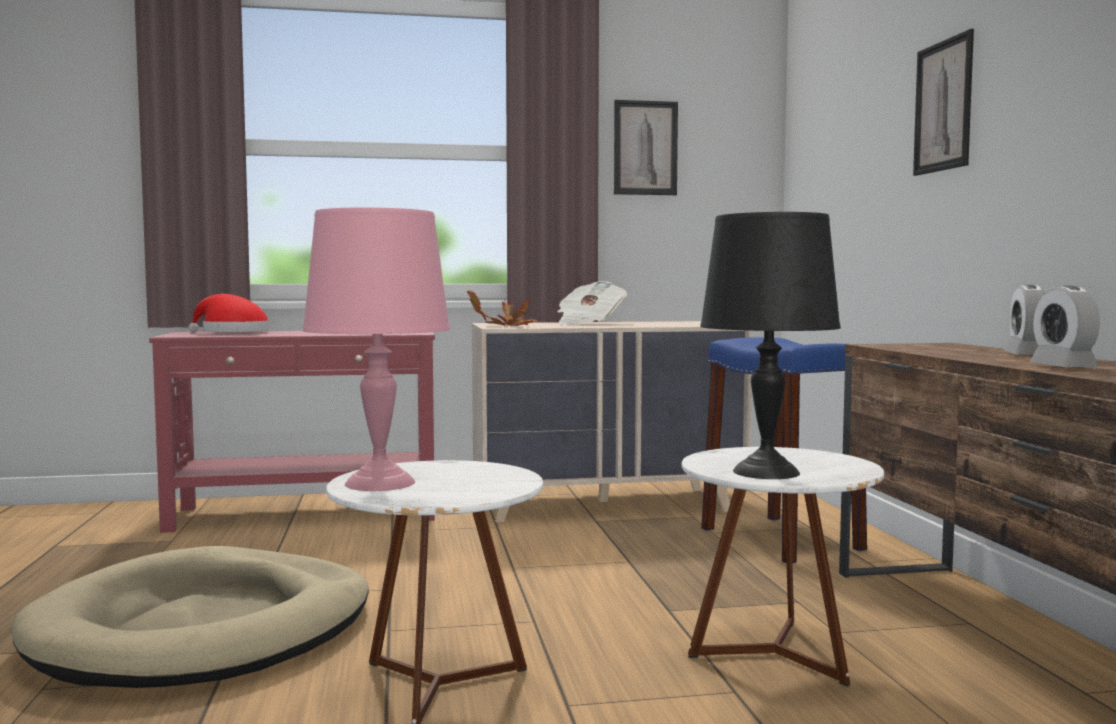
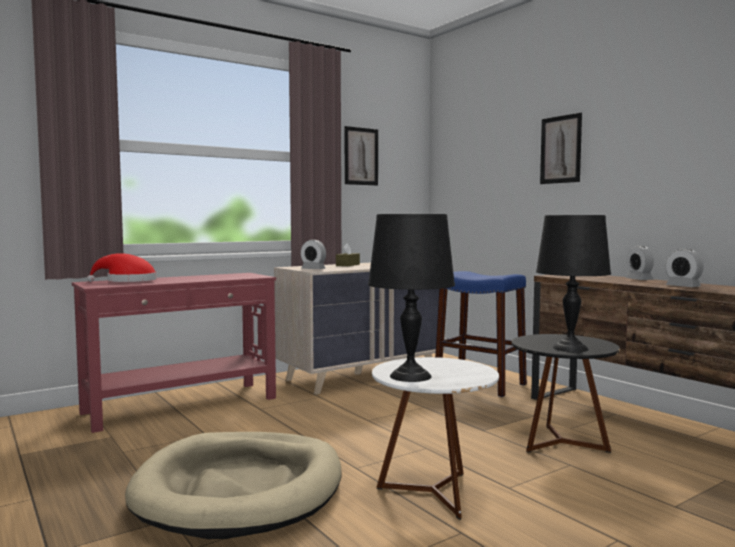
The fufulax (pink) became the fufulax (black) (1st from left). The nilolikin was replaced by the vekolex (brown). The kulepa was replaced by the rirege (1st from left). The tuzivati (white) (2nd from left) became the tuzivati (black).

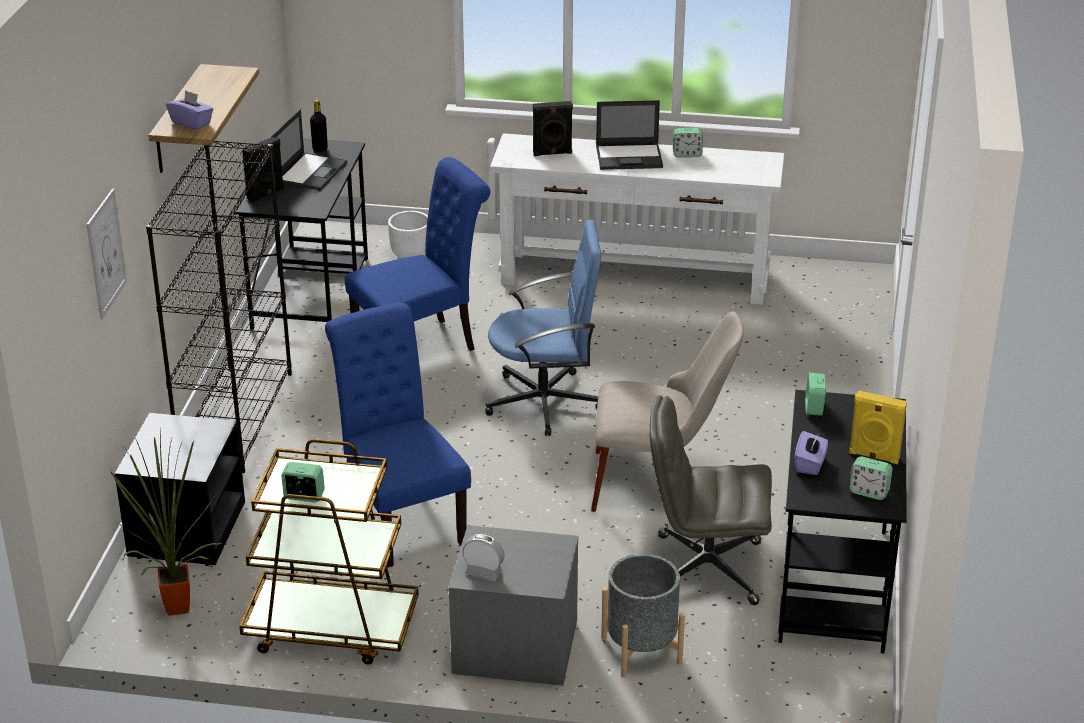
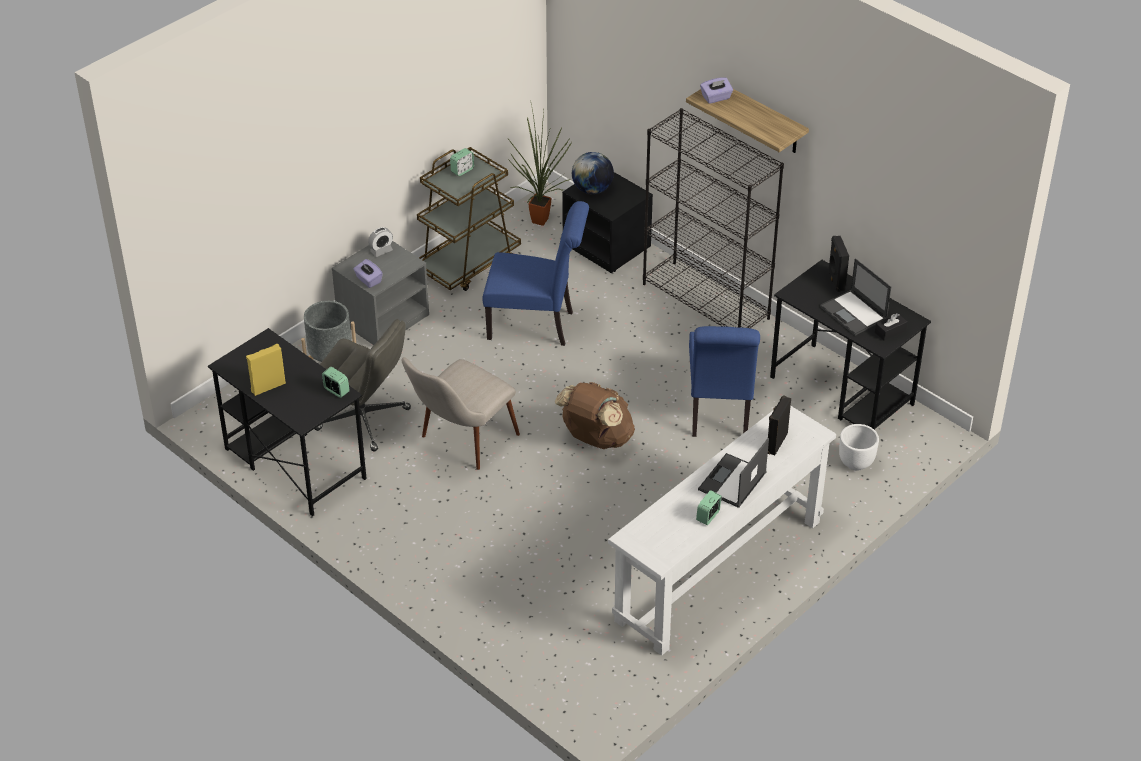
The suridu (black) was replaced by the vekolex (black). The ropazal disappeared. The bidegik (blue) was replaced by the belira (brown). The bidegik (grey) turned 75 degrees clockwise. The vekolex (purple) (2nd from left in the first image) moved. The rirege (5th from left) disappeared. The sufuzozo appeared.

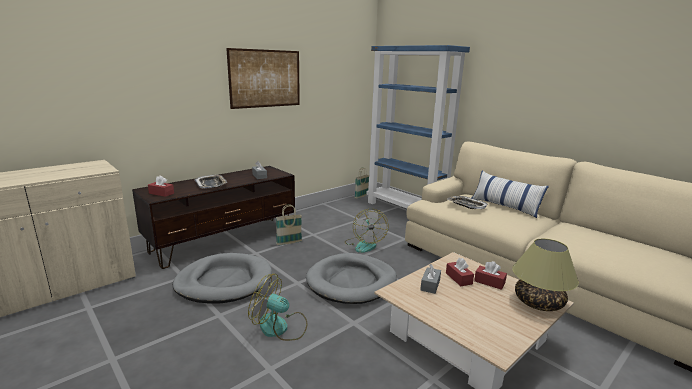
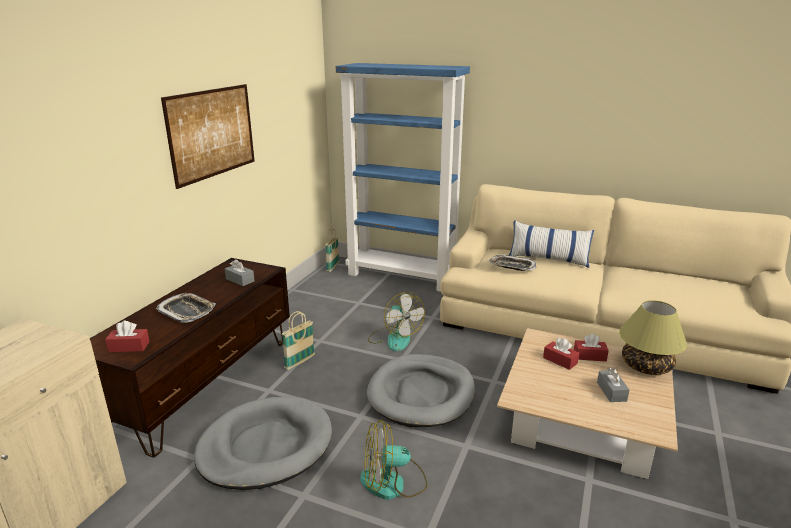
The vekolex (grey) (2nd from left) moved.

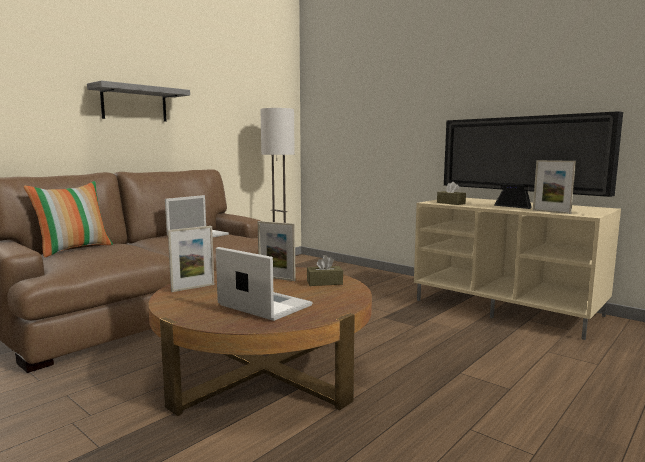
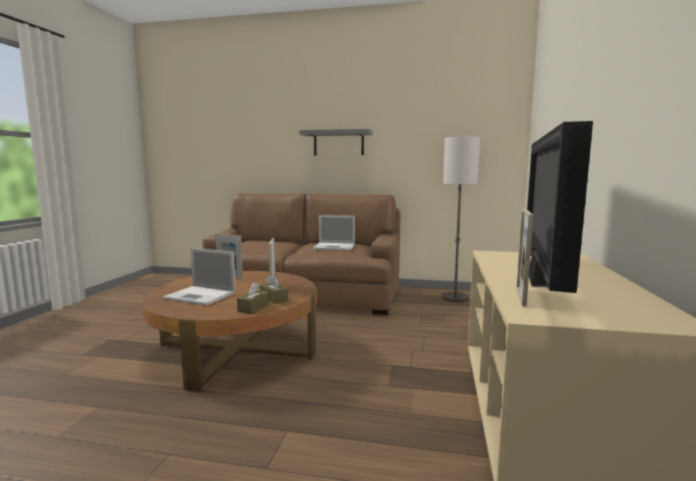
The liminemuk disappeared. The vekolex (brown) (2nd from left in the first image) moved. The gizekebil (2nd from left in the first image) turned 105 degrees clockwise.

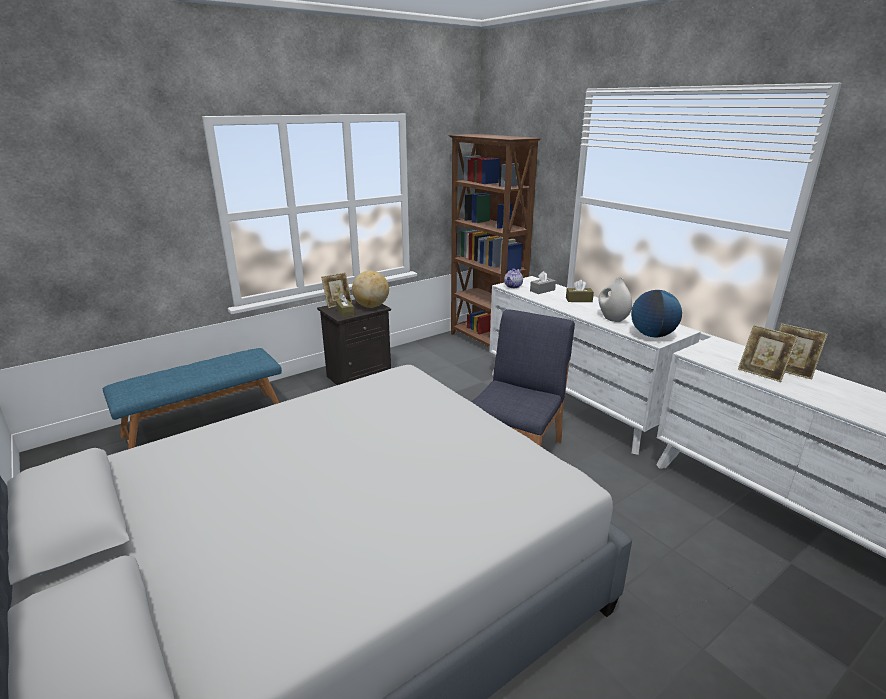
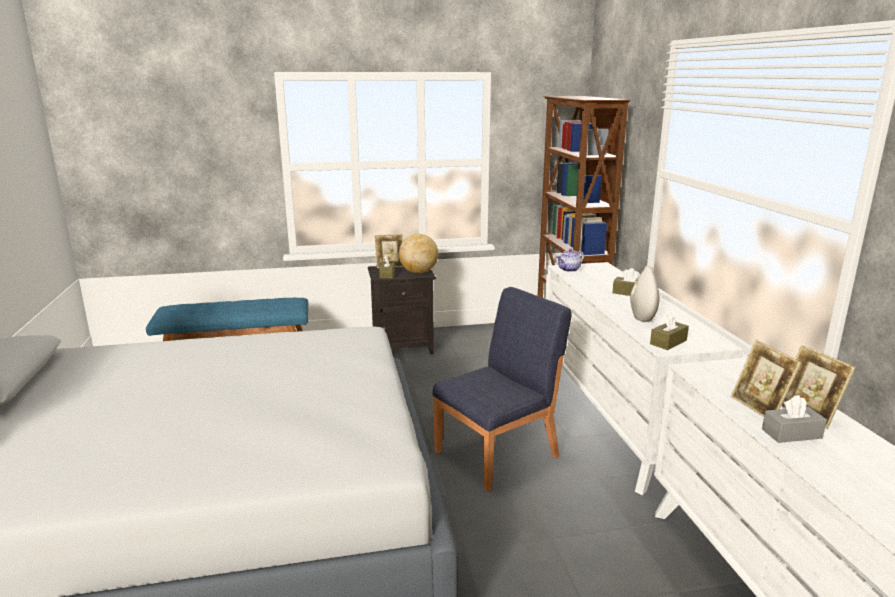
The vekolex (grey) moved. The sufuzozo (2nd from left) was replaced by the vekolex (brown) (3rd from left).

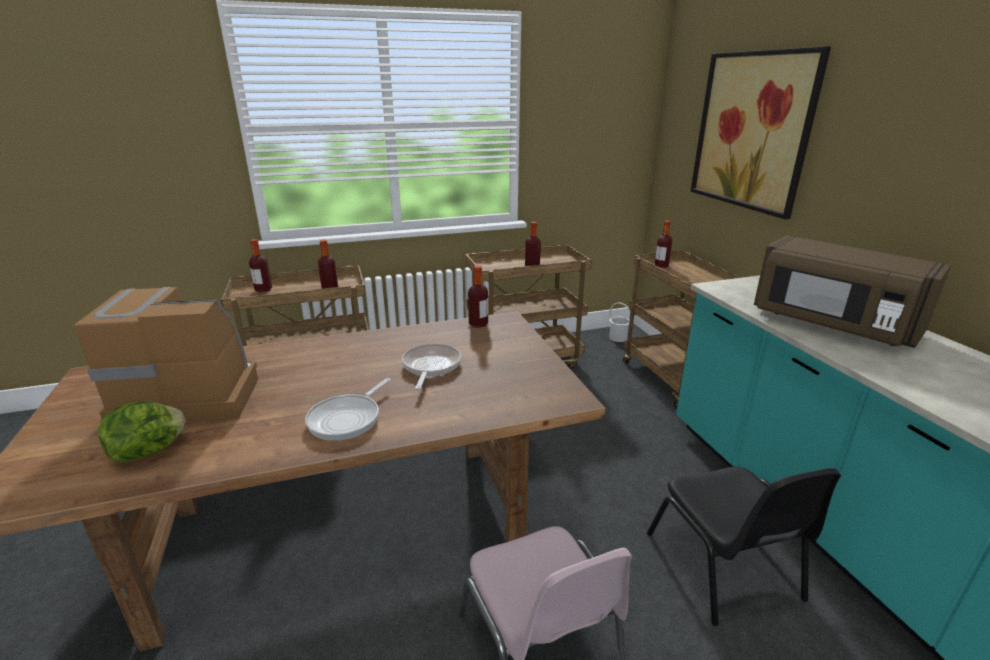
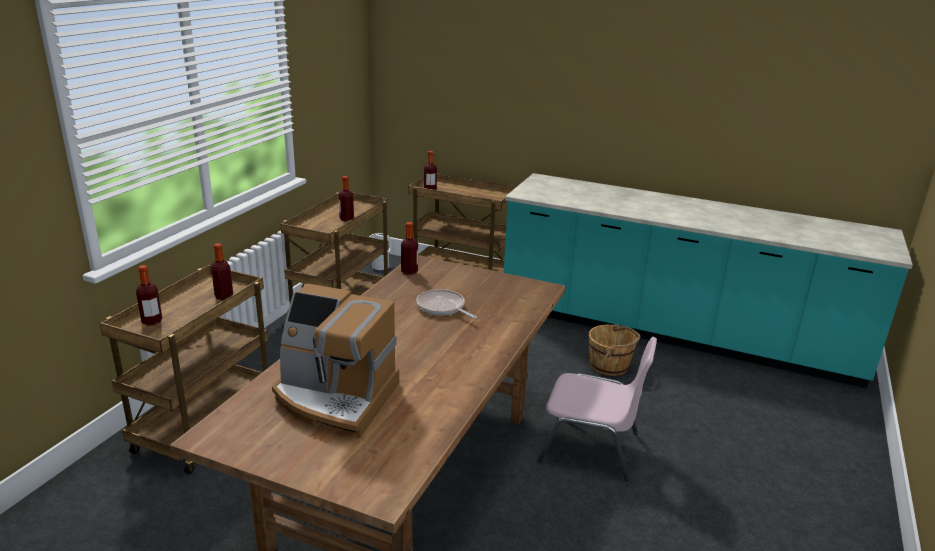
The ropazal disappeared. The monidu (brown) disappeared. The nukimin turned 105 degrees counterclockwise. The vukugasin (1st from left) disappeared. The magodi disappeared. The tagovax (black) was replaced by the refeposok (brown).

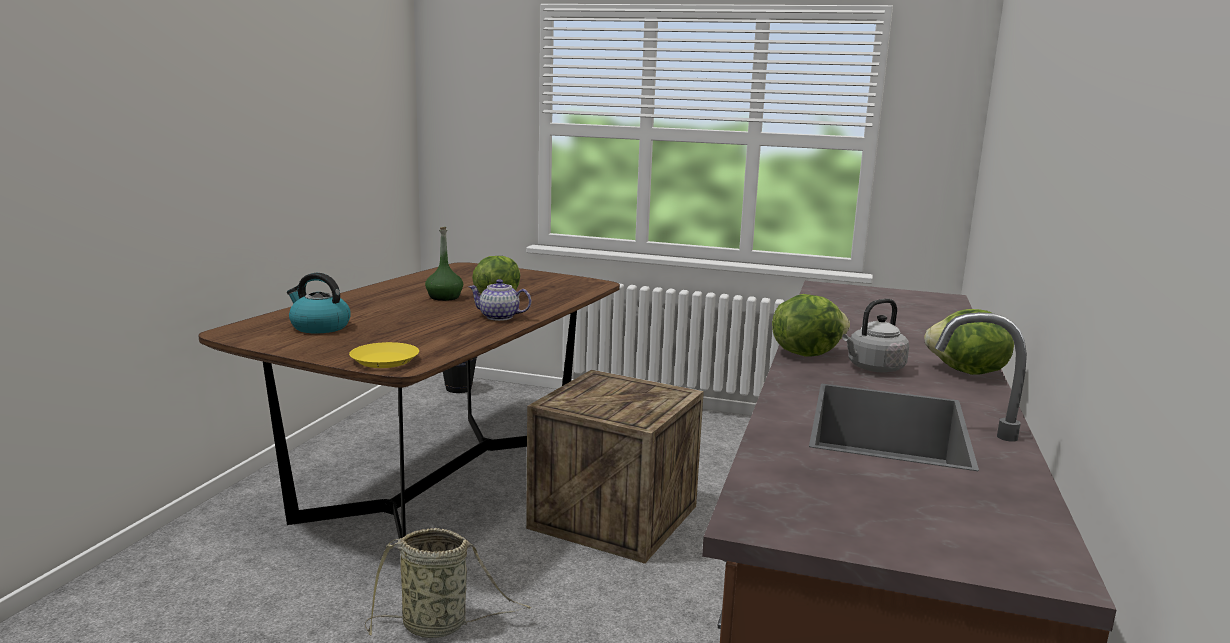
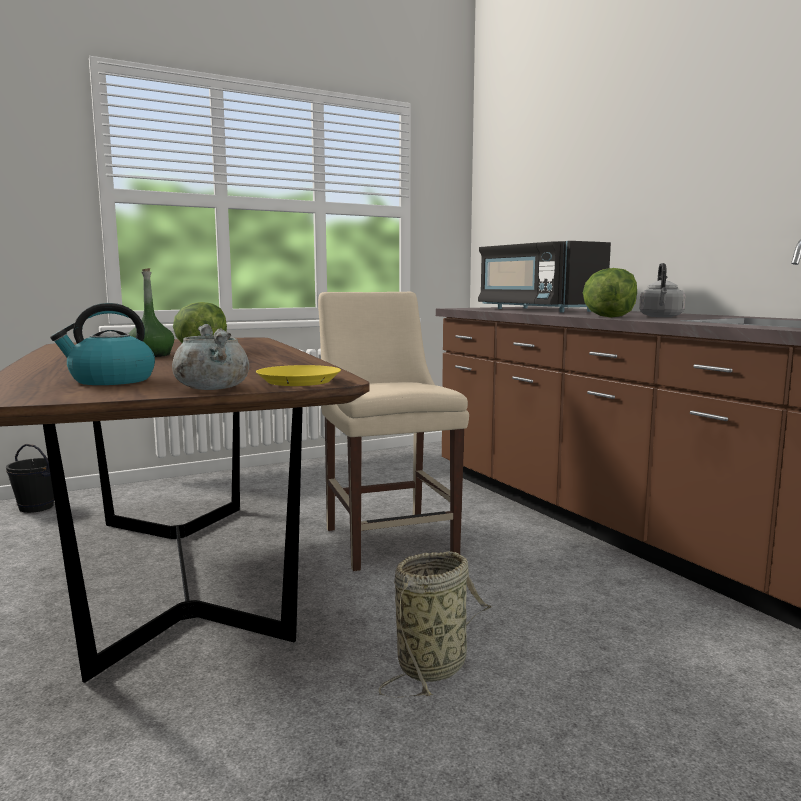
The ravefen disappeared. The magodi (3rd from left) disappeared. The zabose was replaced by the tagovax (beige). The monidu (black) appeared. The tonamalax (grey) appeared.

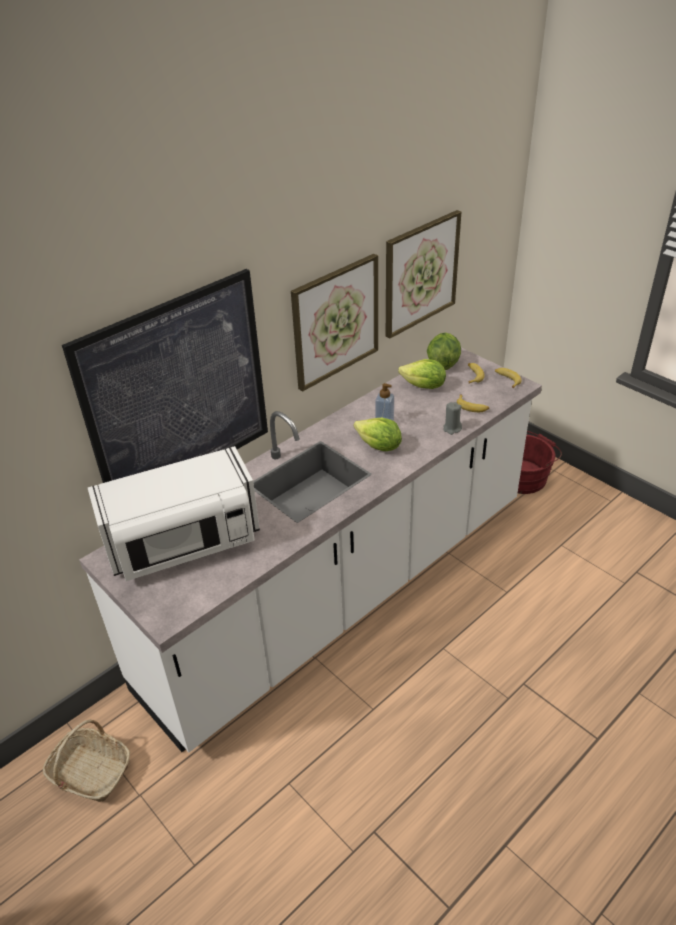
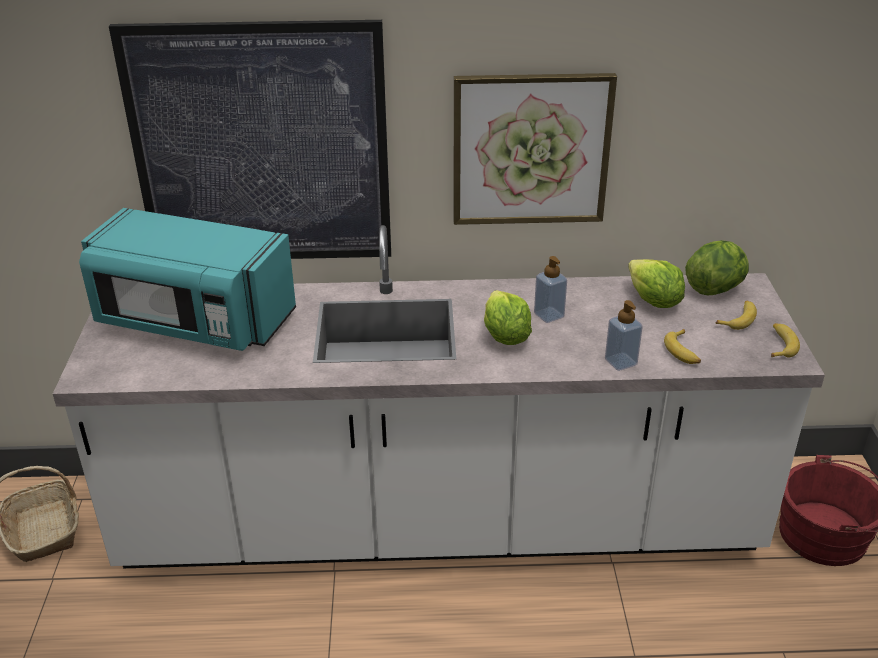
The ropazal (3rd from left) disappeared. The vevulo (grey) was replaced by the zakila (2nd from left). The monidu (white) became the monidu (turquoise).

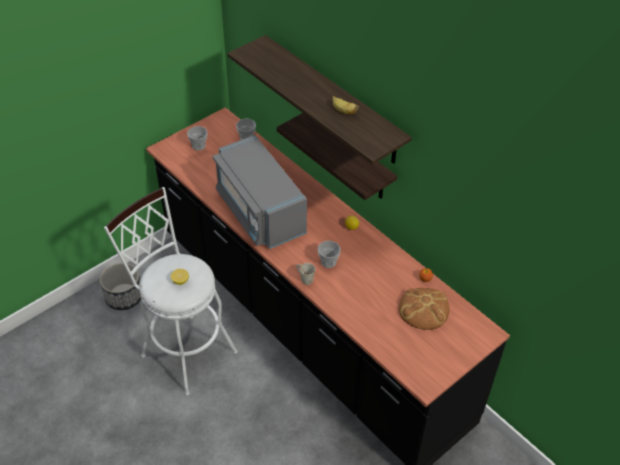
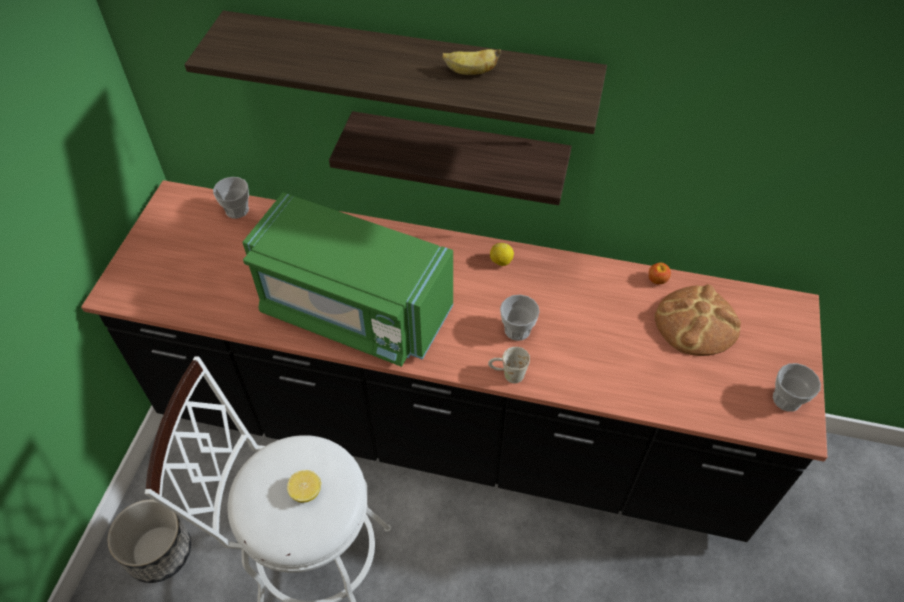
The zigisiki (1st from left in the first image) moved. The monidu (grey) became the monidu (green).

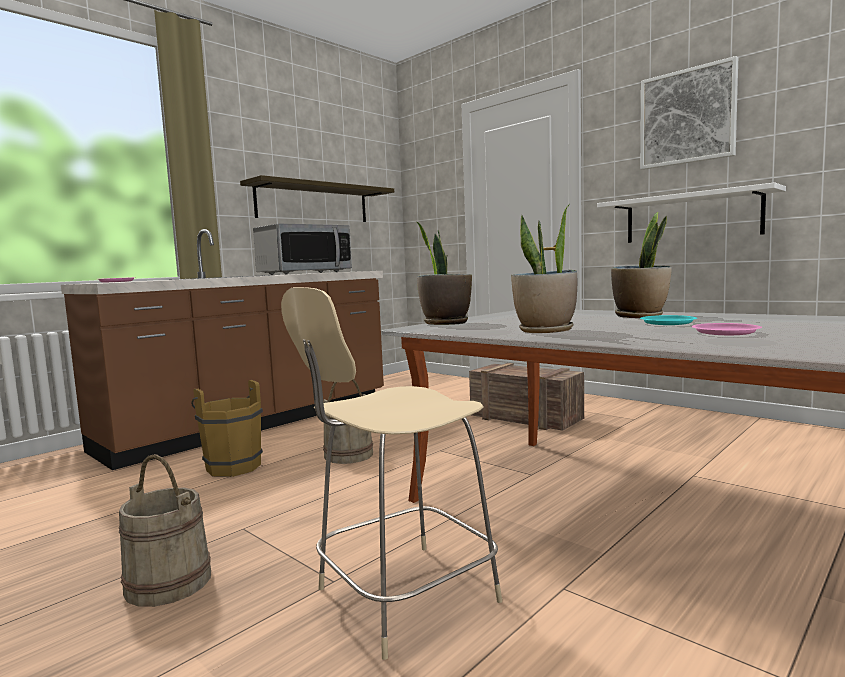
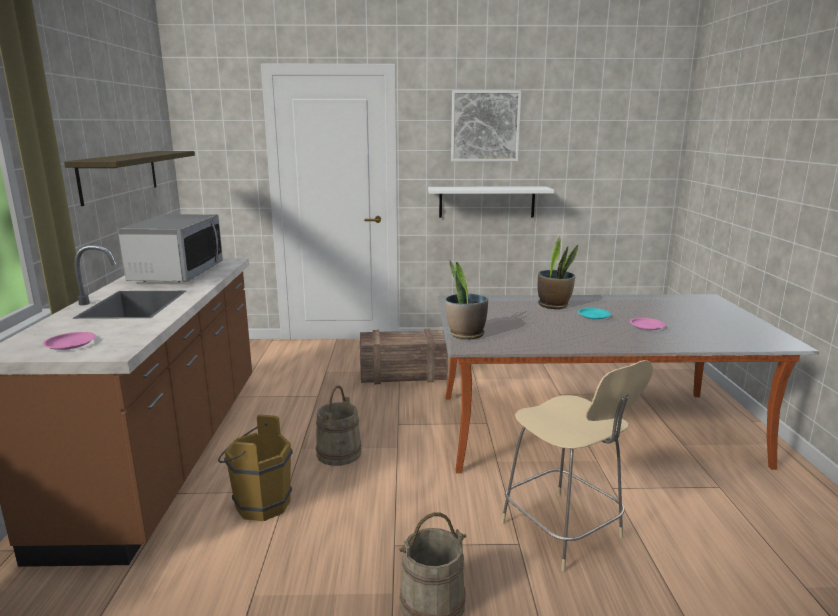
The kulepa (2nd from left) disappeared. The tagovax (beige) turned 45 degrees counterclockwise.

